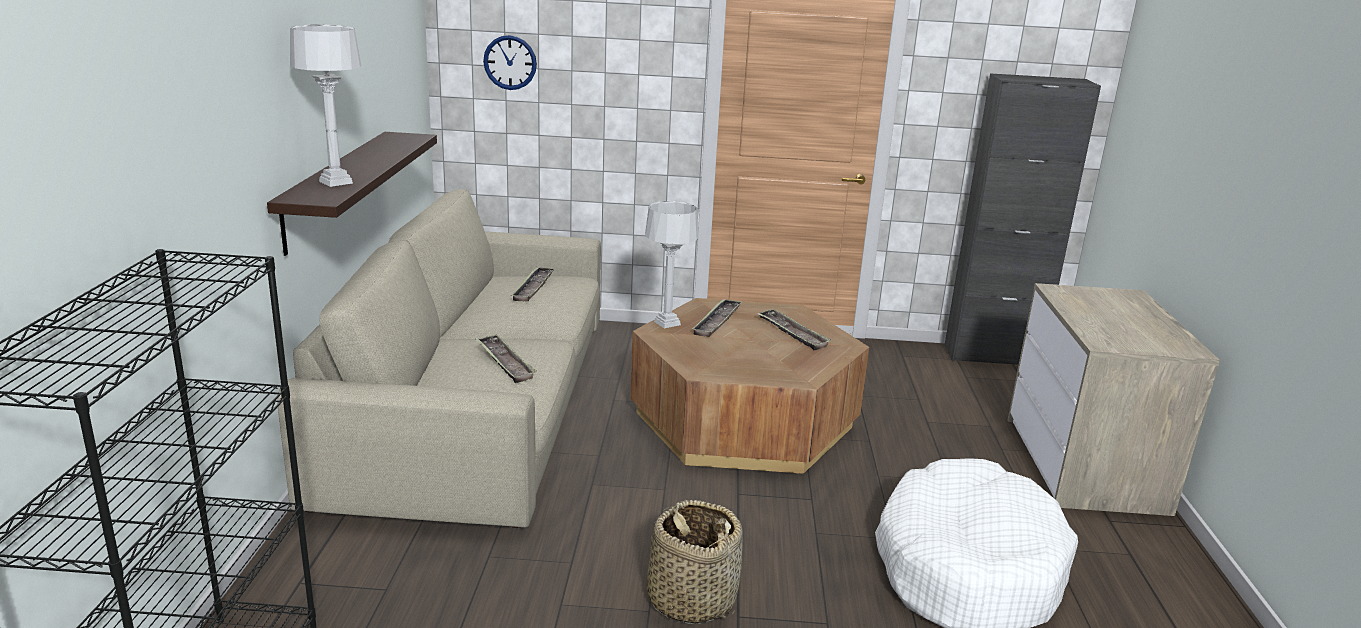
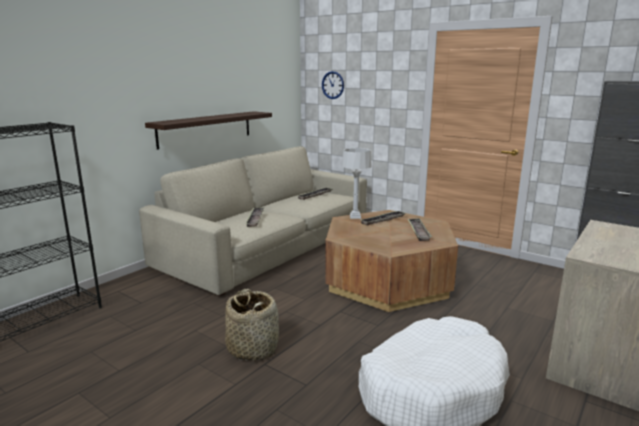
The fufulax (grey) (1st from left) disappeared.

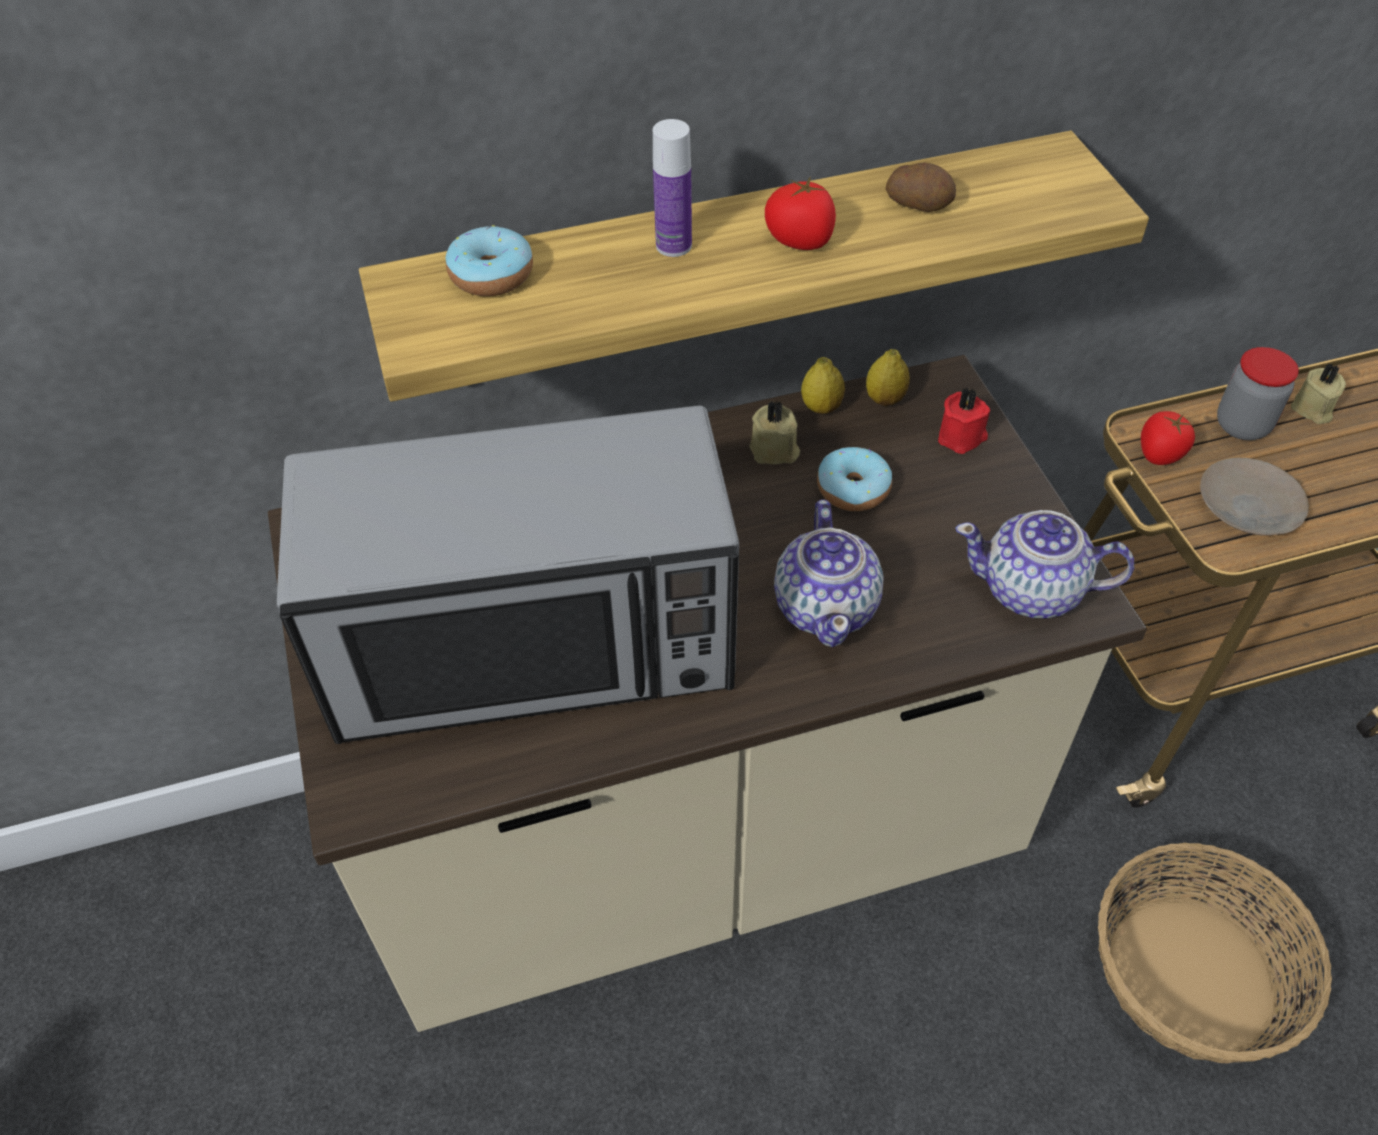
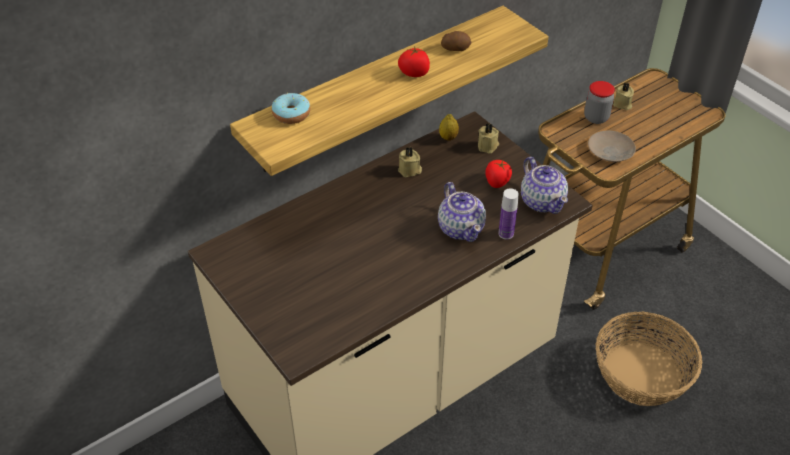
The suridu moved. The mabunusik (1st from left) disappeared. The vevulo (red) became the vevulo (beige) (2nd from left). The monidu disappeared. The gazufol (2nd from left) moved. The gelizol (2nd from left) disappeared. The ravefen (2nd from left) turned 105 degrees counterclockwise.

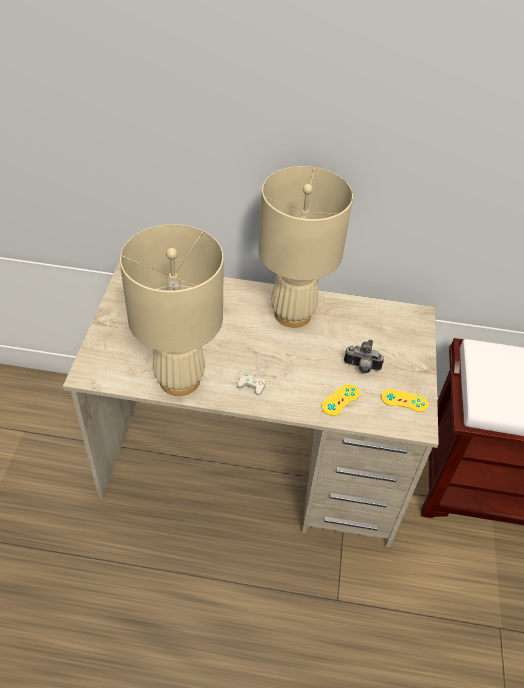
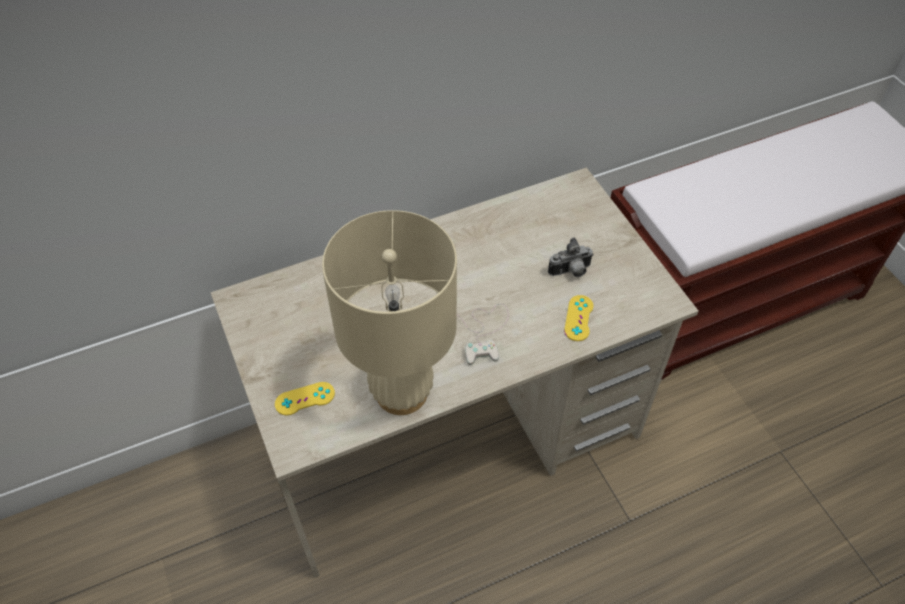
The fufulax (beige) (2nd from left) disappeared. The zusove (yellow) (2nd from left in the first image) moved.

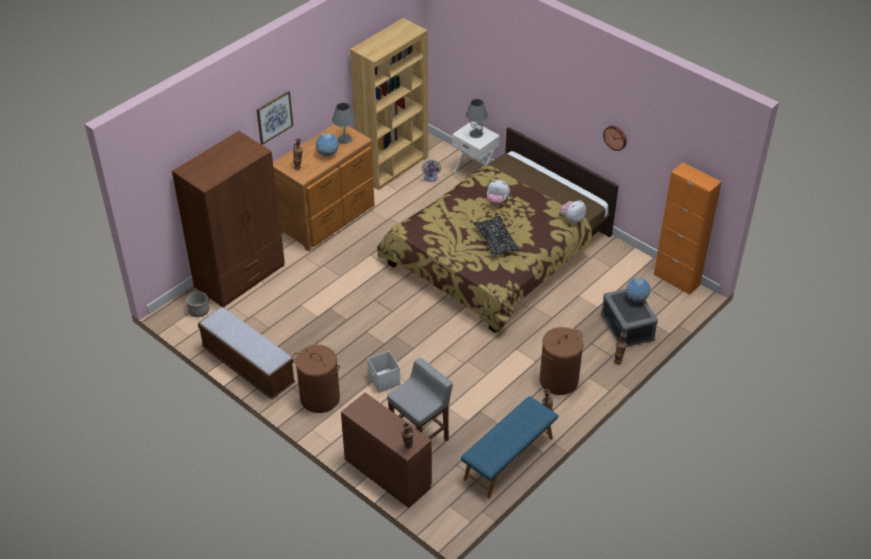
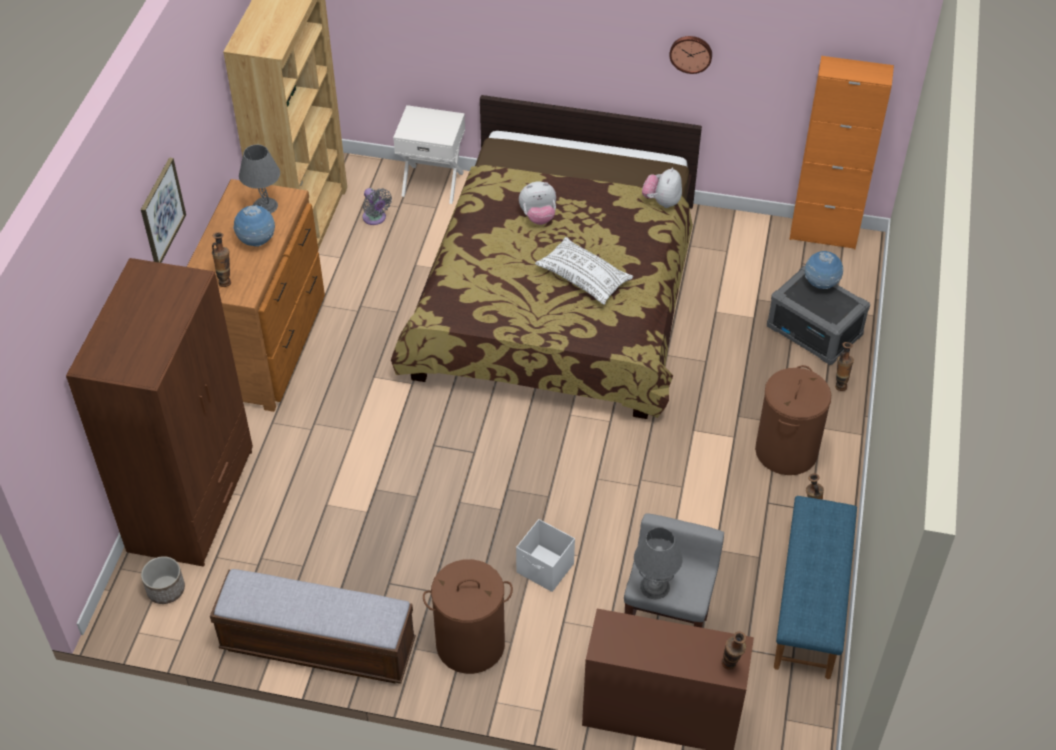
The fufulax (grey) (2nd from left) moved. The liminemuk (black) became the liminemuk (white).

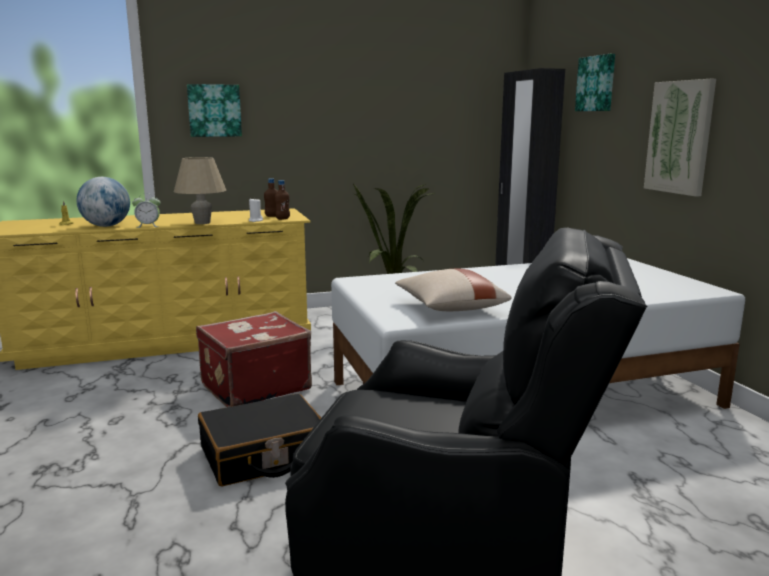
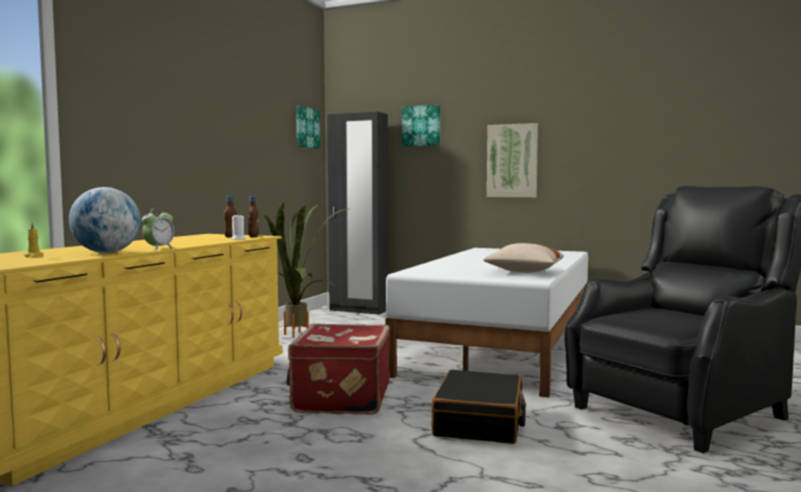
The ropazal (1st from left) moved. The fufulax (beige) disappeared.

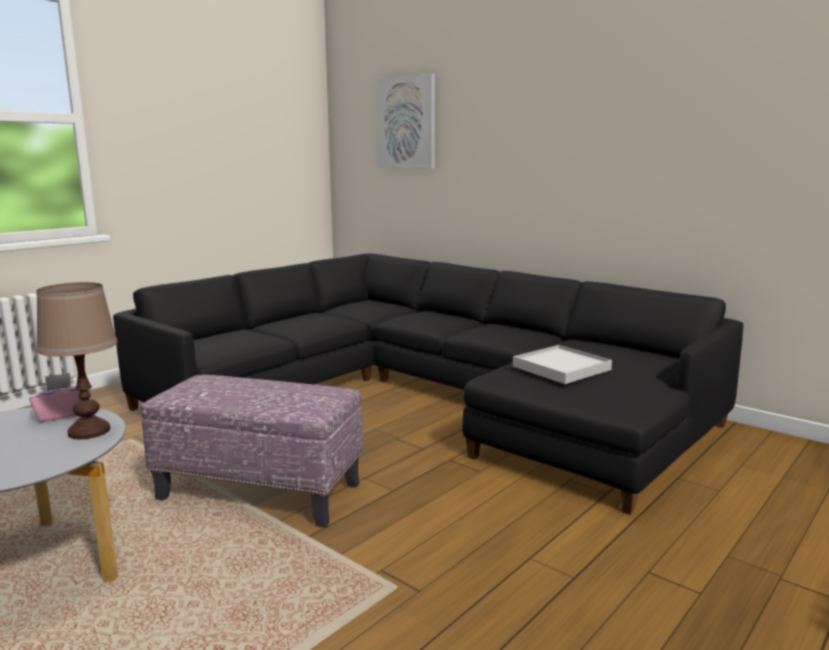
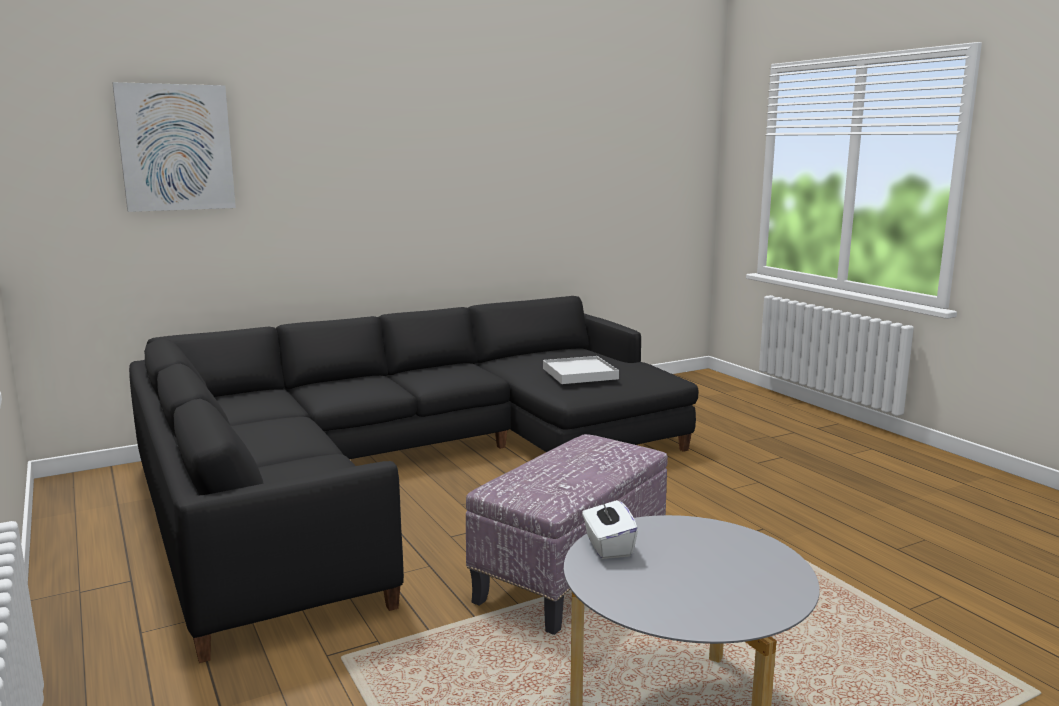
The fufulax (brown) disappeared. The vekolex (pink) became the vekolex (white).

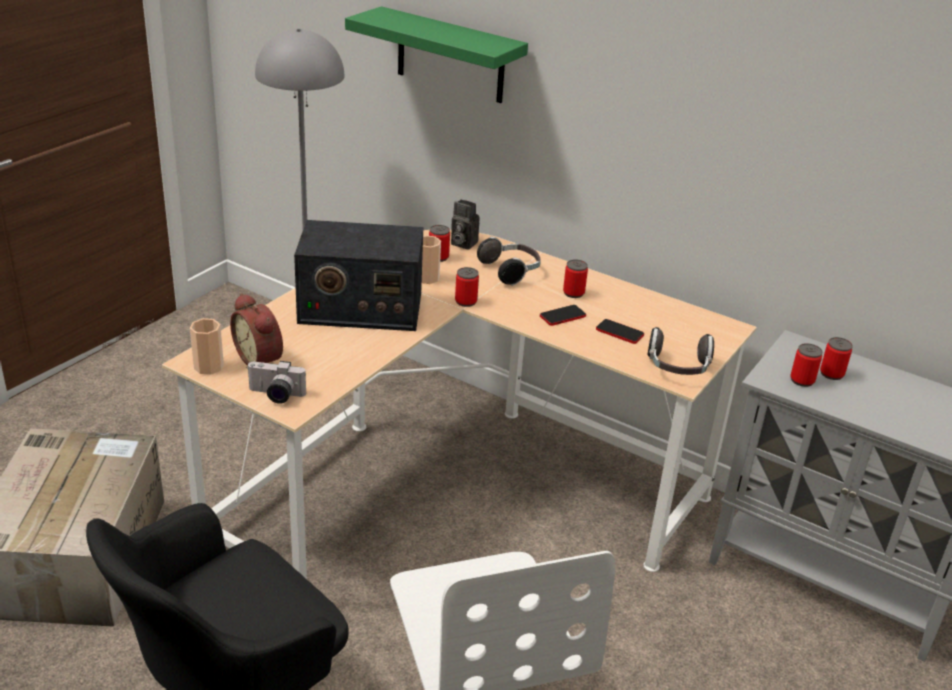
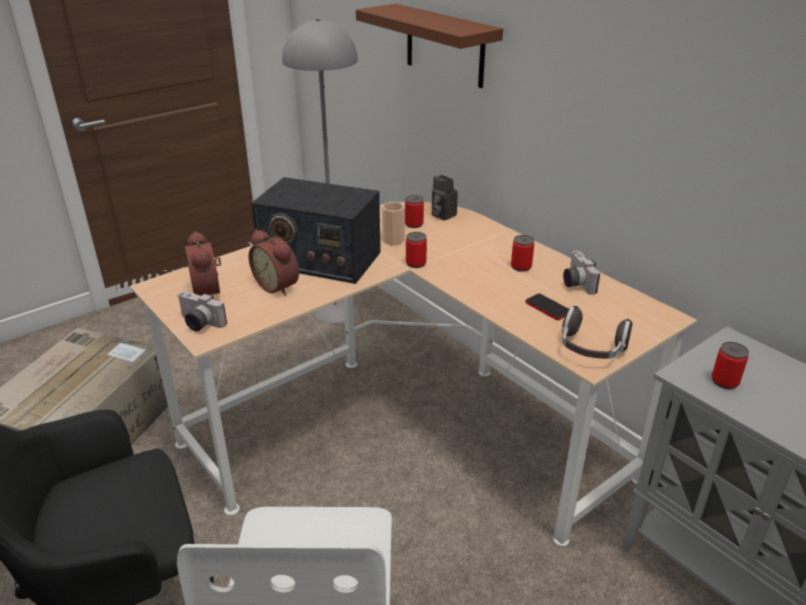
The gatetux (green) became the gatetux (brown). The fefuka (1st from left) disappeared. The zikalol (1st from left) disappeared. The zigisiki (1st from left) disappeared. The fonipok (5th from left) disappeared. The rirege (2nd from left) appeared. The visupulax (3rd from left) appeared.

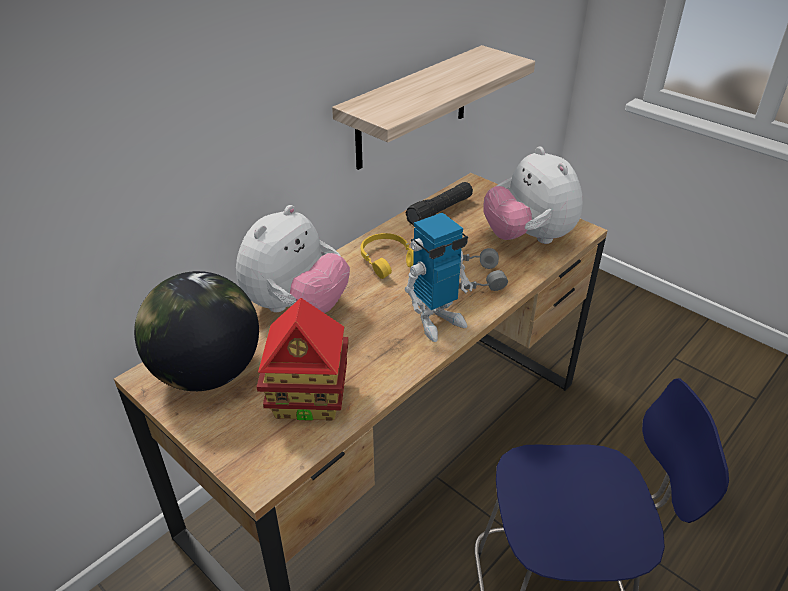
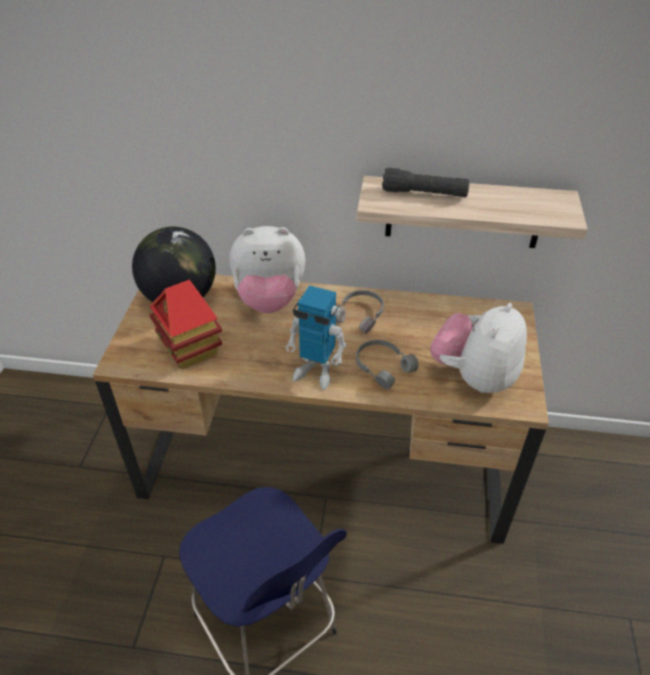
The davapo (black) moved. The fefuka (yellow) became the fefuka (grey) (1st from left).

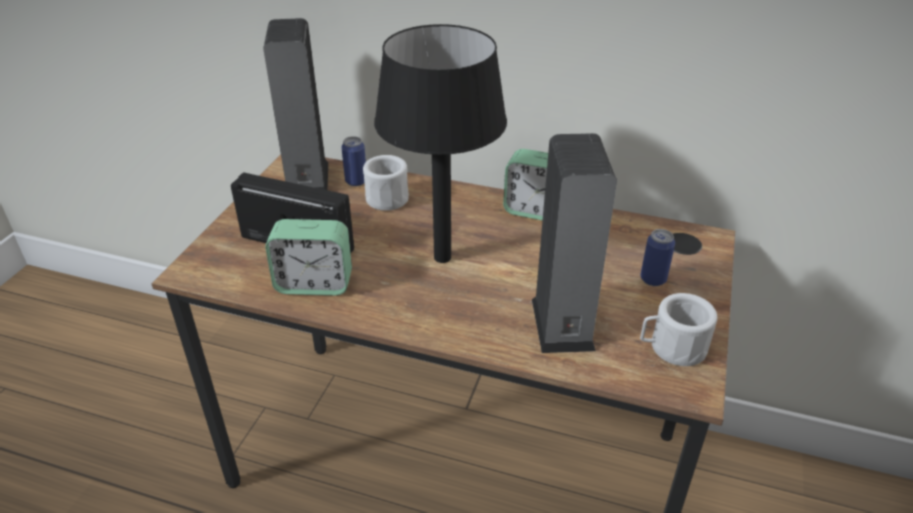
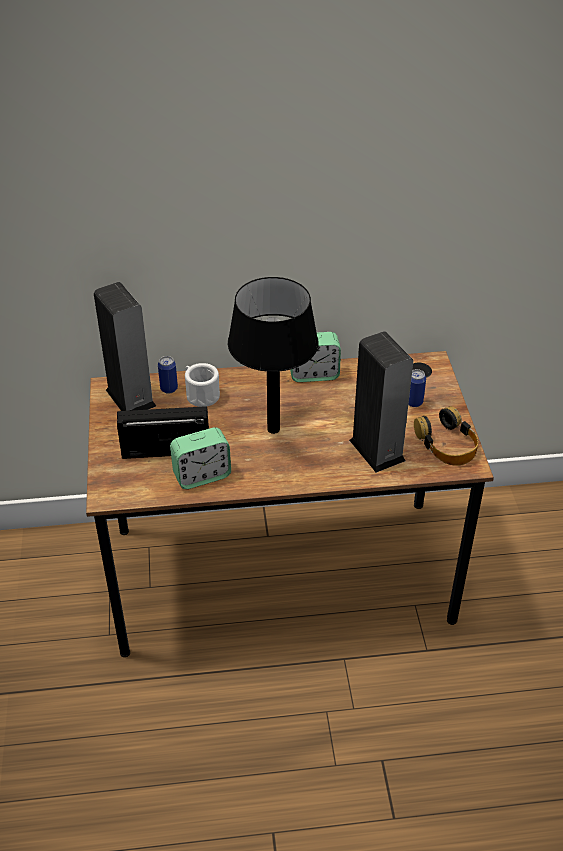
The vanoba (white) (2nd from left) was replaced by the fefuka.

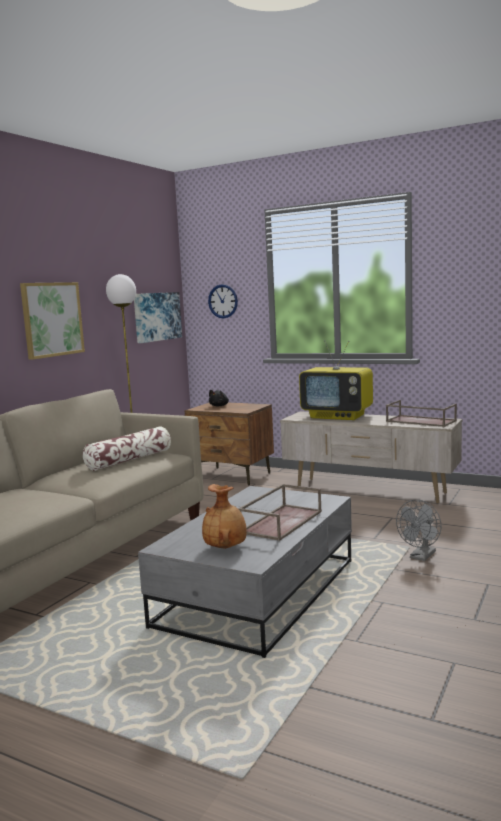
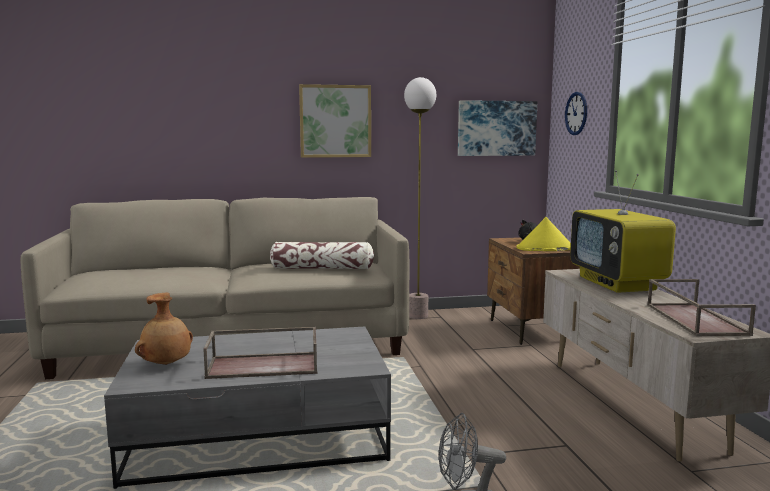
The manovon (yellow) appeared.

